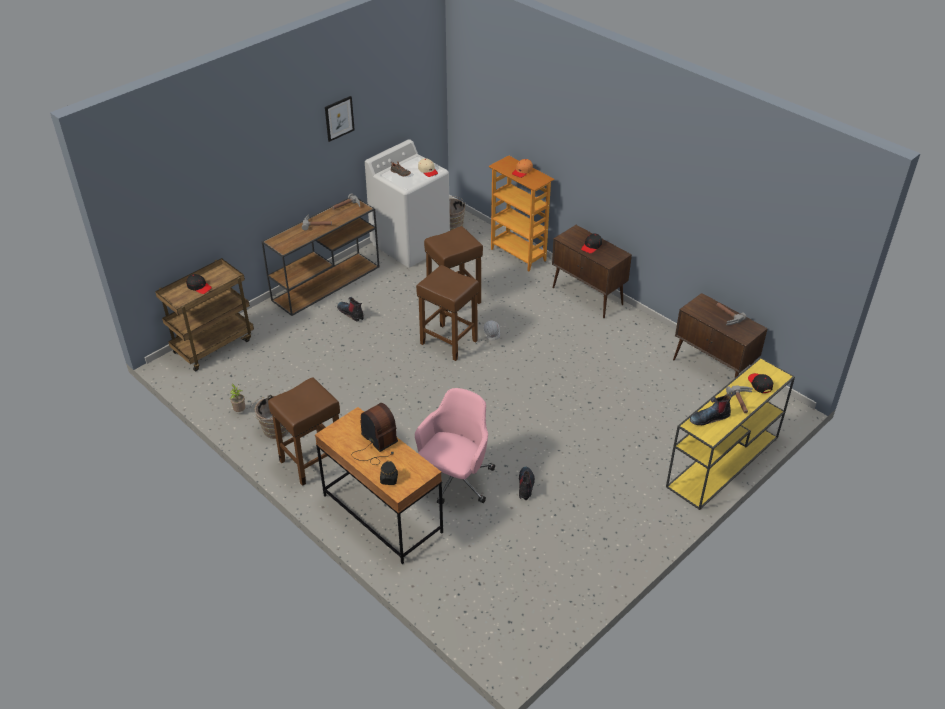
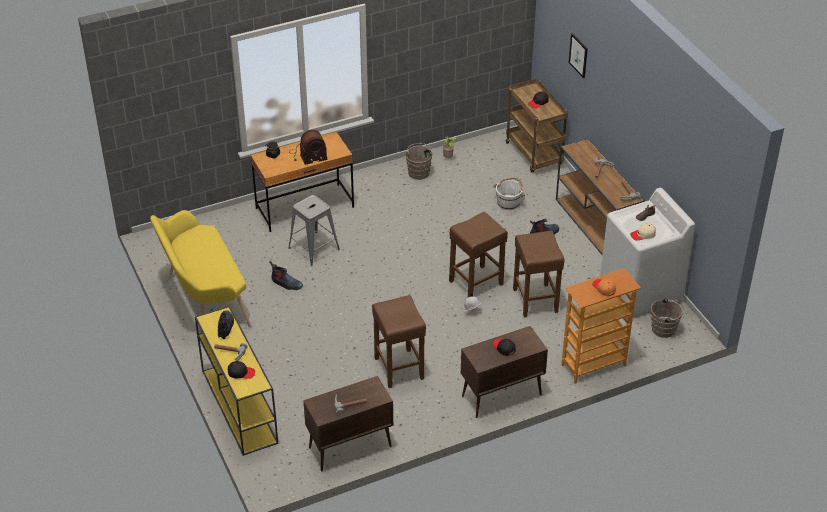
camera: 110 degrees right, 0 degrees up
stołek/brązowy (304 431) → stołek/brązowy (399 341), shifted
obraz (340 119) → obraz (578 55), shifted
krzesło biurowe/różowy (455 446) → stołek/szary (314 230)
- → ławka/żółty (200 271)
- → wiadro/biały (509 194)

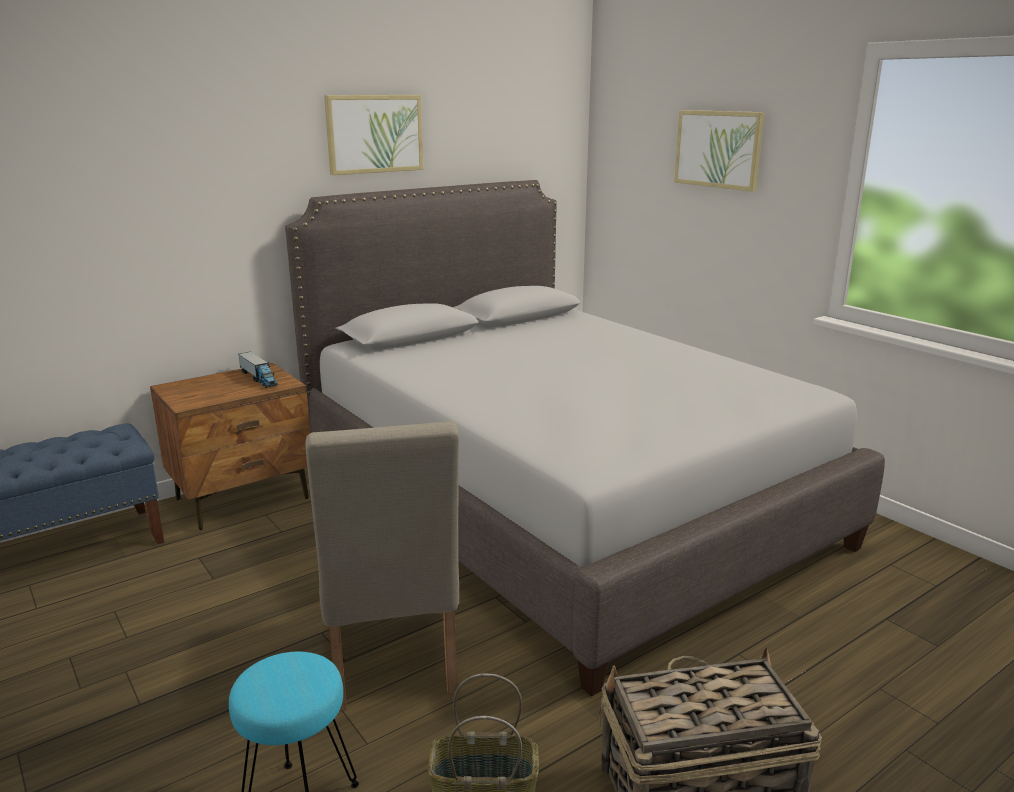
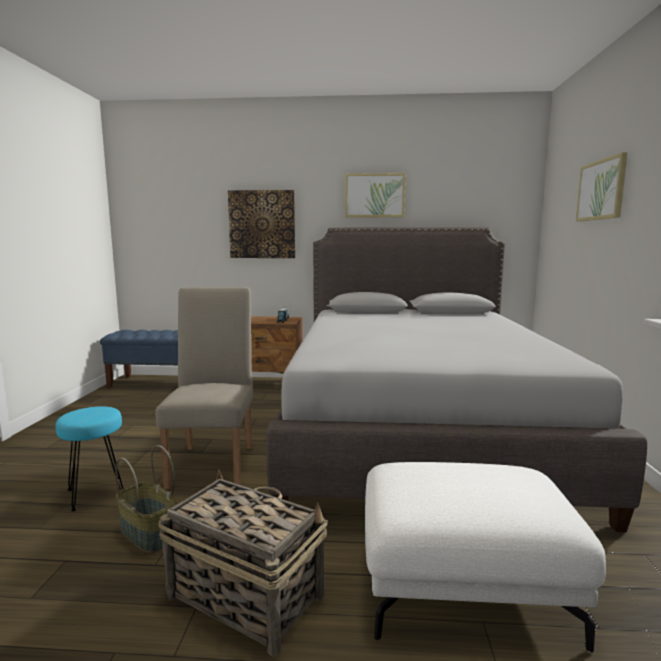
camera: 40 degrees right, 10 degrees down
krzesło/beżowy (382 566) → krzesło/beżowy (204 388), 150 degrees clockwise
- → obraz (261 224)
- → pufa/biały (485 557)

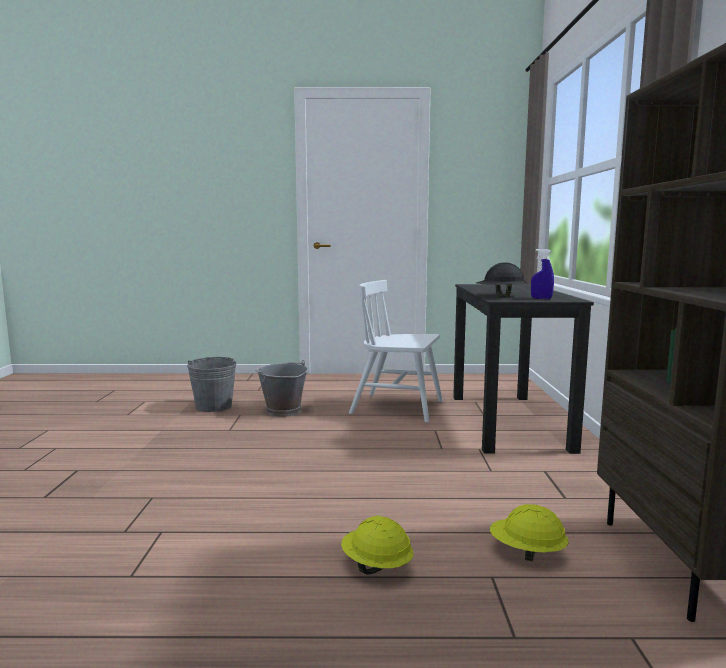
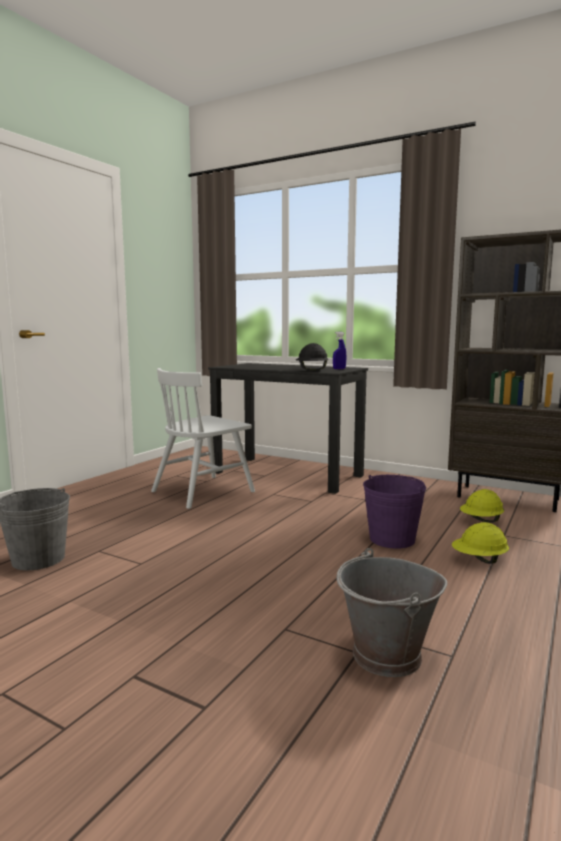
camera: 60 degrees left, 0 degrees up
wiadro/szary (281 388) → wiadro/szary (391 612), shifted
- → wiadro/fioletowy (394 512)

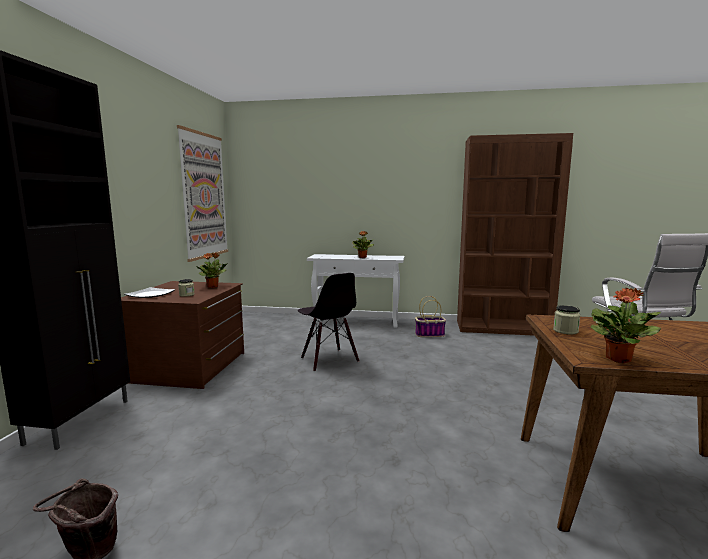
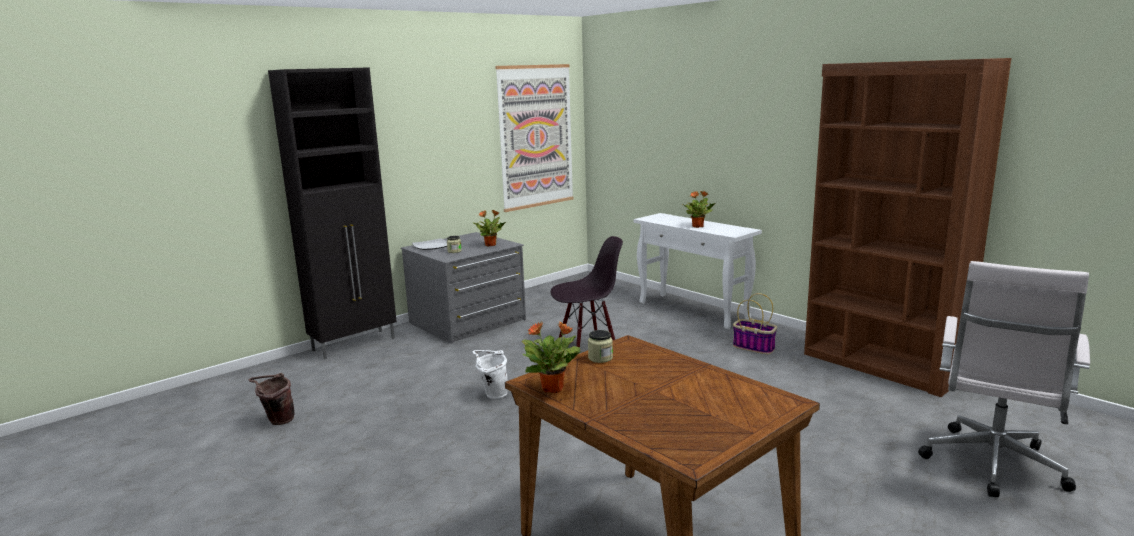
camera: 40 degrees right, 5 degrees up
komoda/brązowy (182 335) → komoda/szary (463 288)
krzesło/czarny (328 322) → krzesło/czarny (587 293), 120 degrees counterclockwise
- → wiadro/biały (490 374)

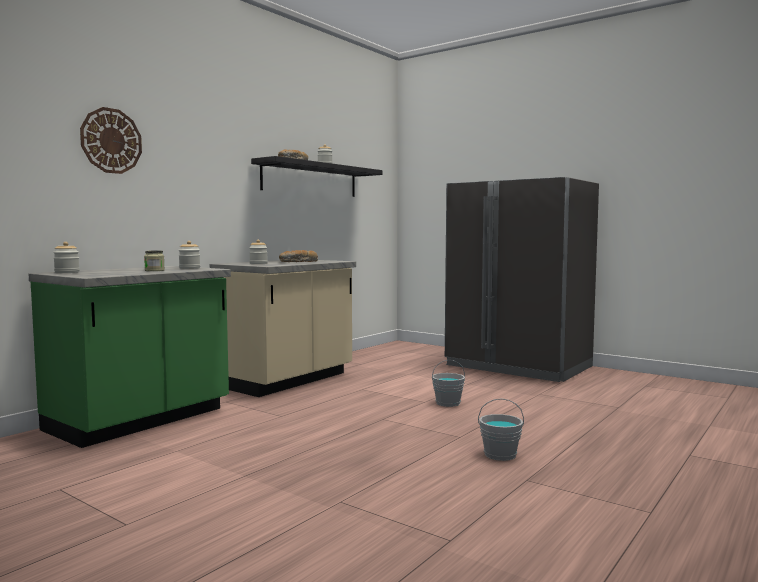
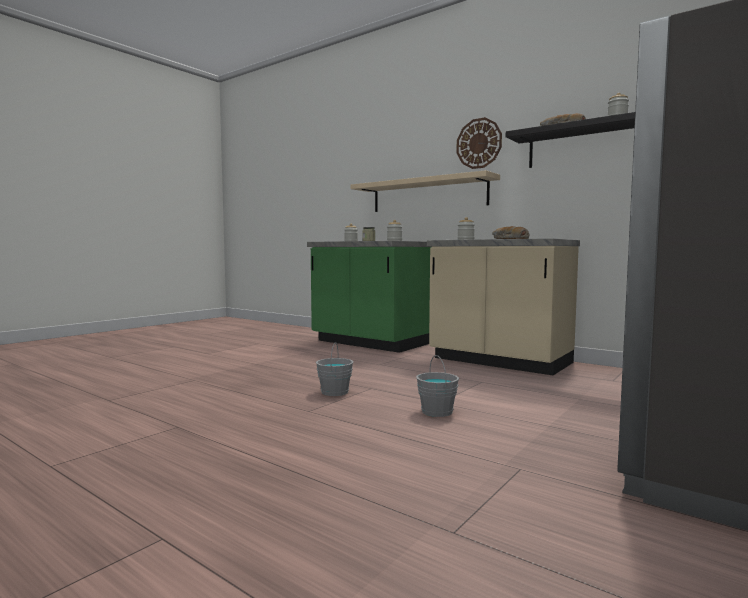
camera: 90 degrees right, 0 degrees up
zegar ścienny (111 140) → zegar ścienny (479 143), shifted
wiadro/szary (501 429) → wiadro/szary (334 369), shifted
- → półka/beżowy (425 191)

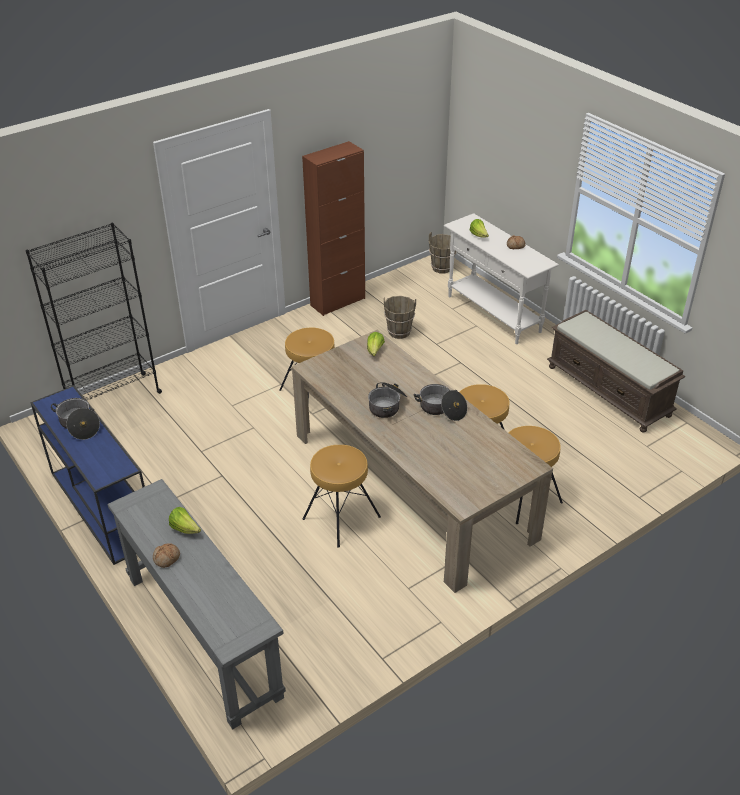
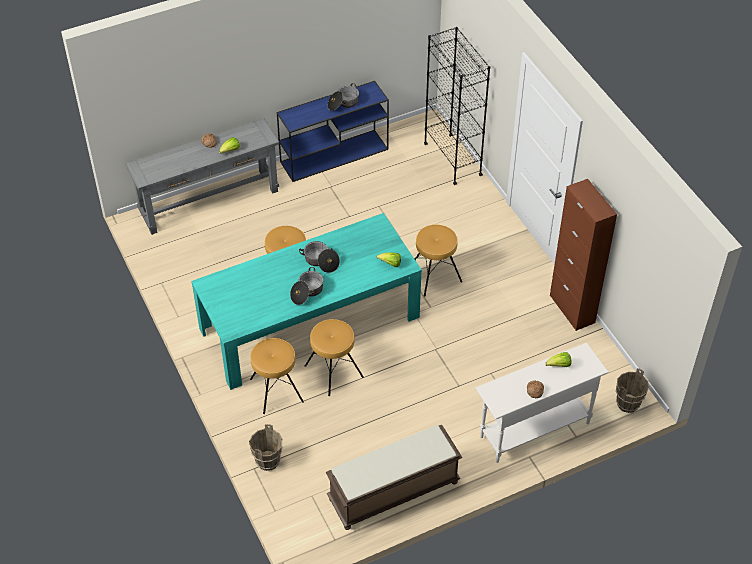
camera: 100 degrees right, 10 degrees up
stół jadalny/beżowy (422 461) → stół jadalny/turkusowy (306 301)
wiadro/brązowy (400 317) → wiadro/brązowy (266 447), shifted

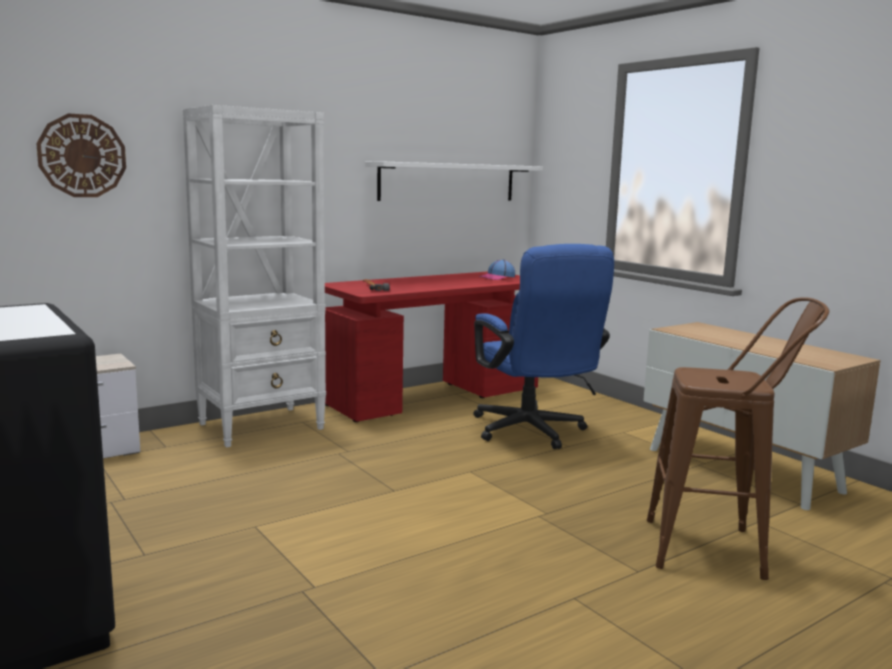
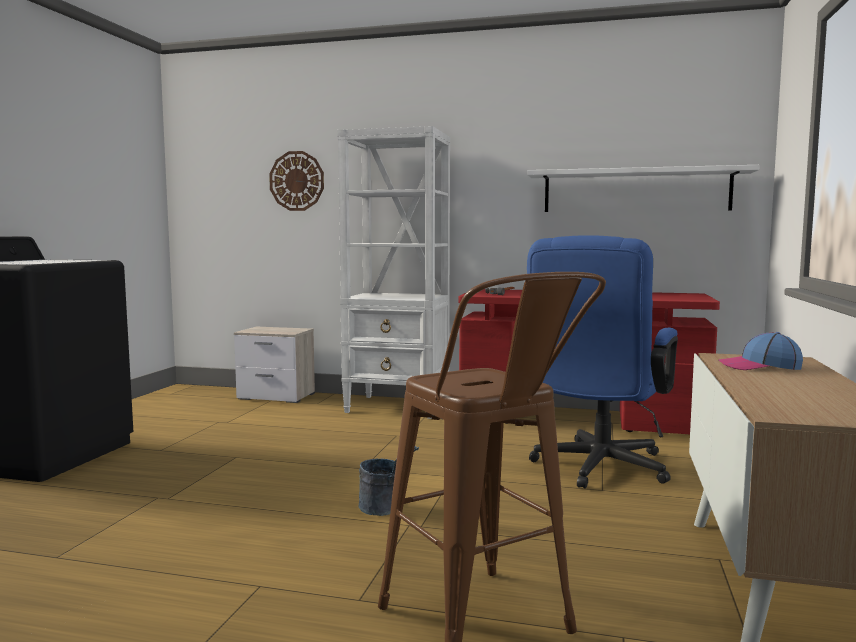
camera: 50 degrees right, 5 degrees down
czapka z daszkiem (497 269) → czapka z daszkiem (760 351), shifted
- → wiadro/szary (388 481)

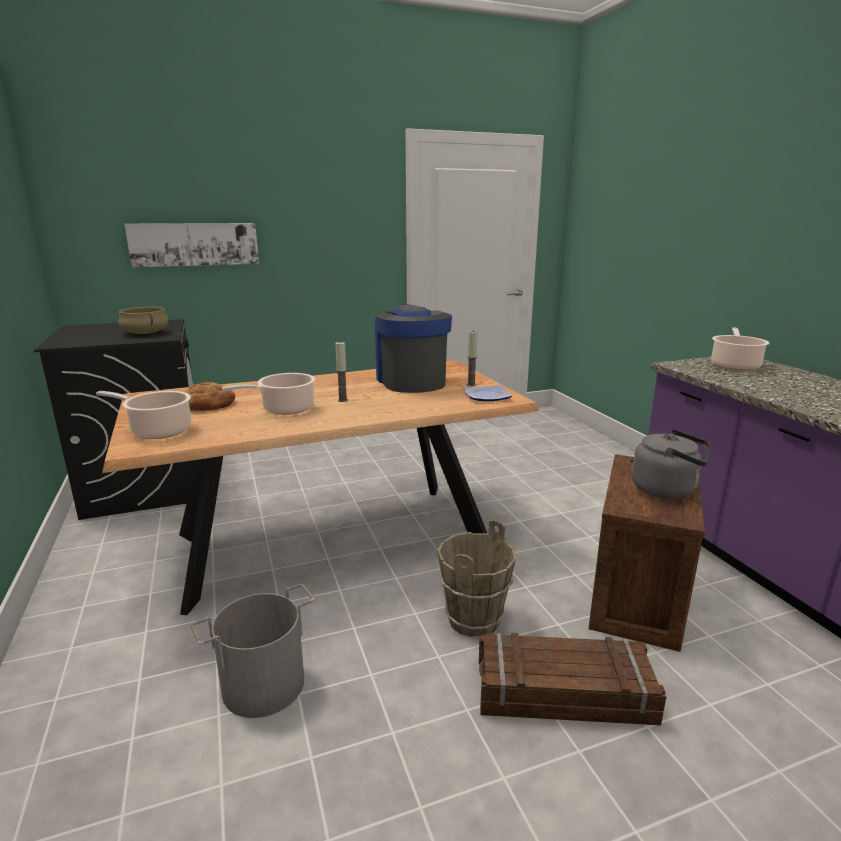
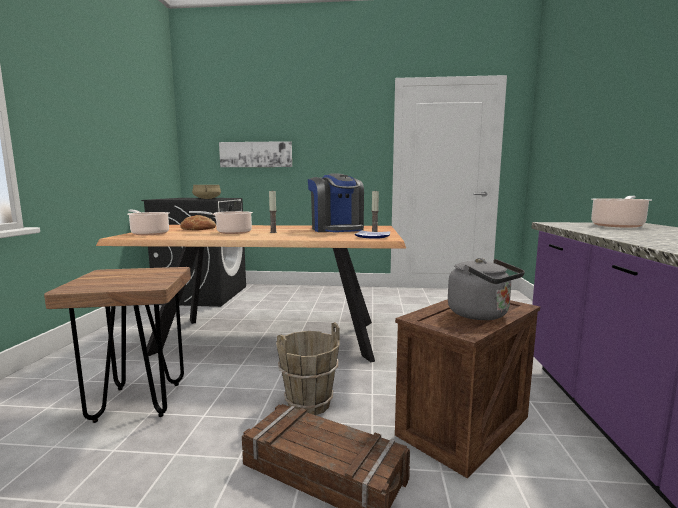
camera: 25 degrees right, 10 degrees down
wiadro/szary (253 651) → stołek/brązowy (117 345)
ekspres do kawy (413 348) → ekspres do kawy (336 202), 150 degrees clockwise

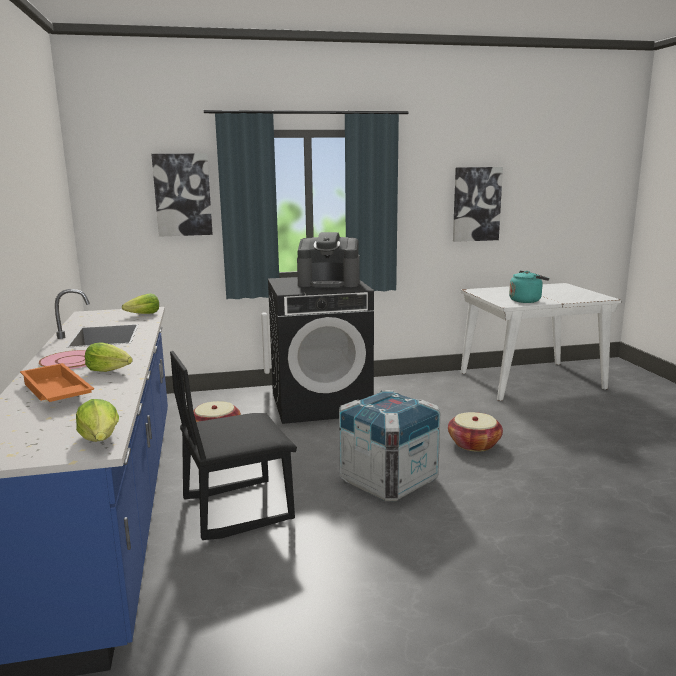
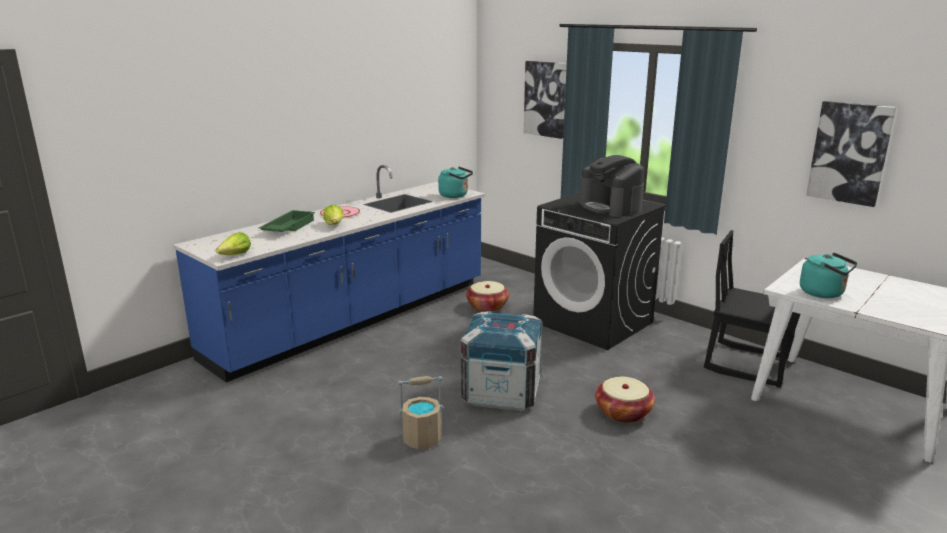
camera: 55 degrees right, 5 degrees up
taca/pomarańczowy (57 382) → taca/zielony (287 221)
sałata (140 303) → czajnik/turkusowy (455 182)
krzesło/czarny (233 445) → krzesło/czarny (752 309), shifted
- → wiadro/beżowy (421 413)

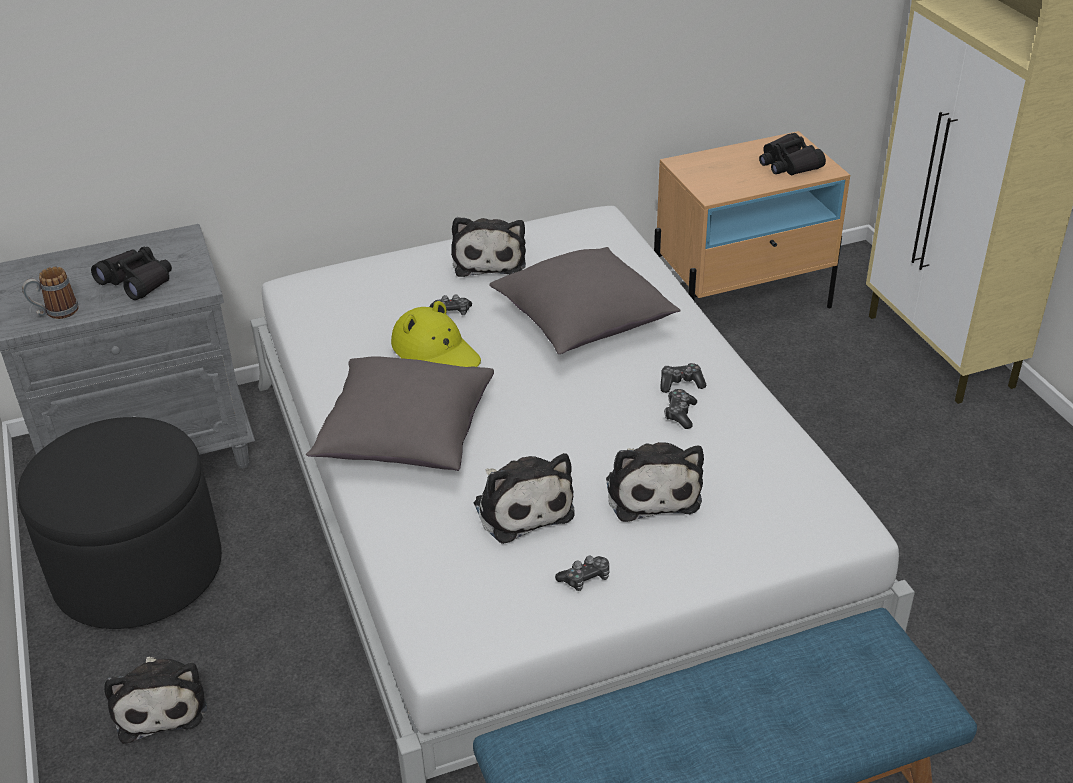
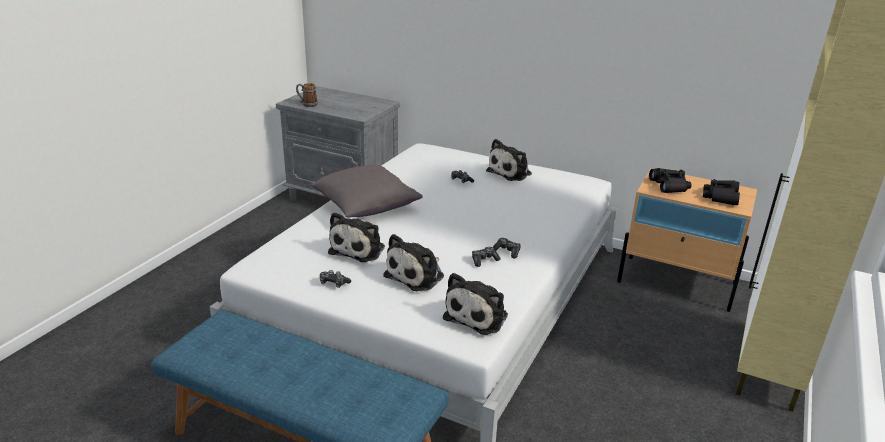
camera: 45 degrees right, 10 degrees down
pufa/czarny (120 523) → -
lornetka/czarny (131 273) → lornetka/czarny (670 180), shifted
pluszak (155 700) → pluszak (475 304), shifted
kapelusz/żółty (436 334) → -
poduszka/szary (584 300) → -

